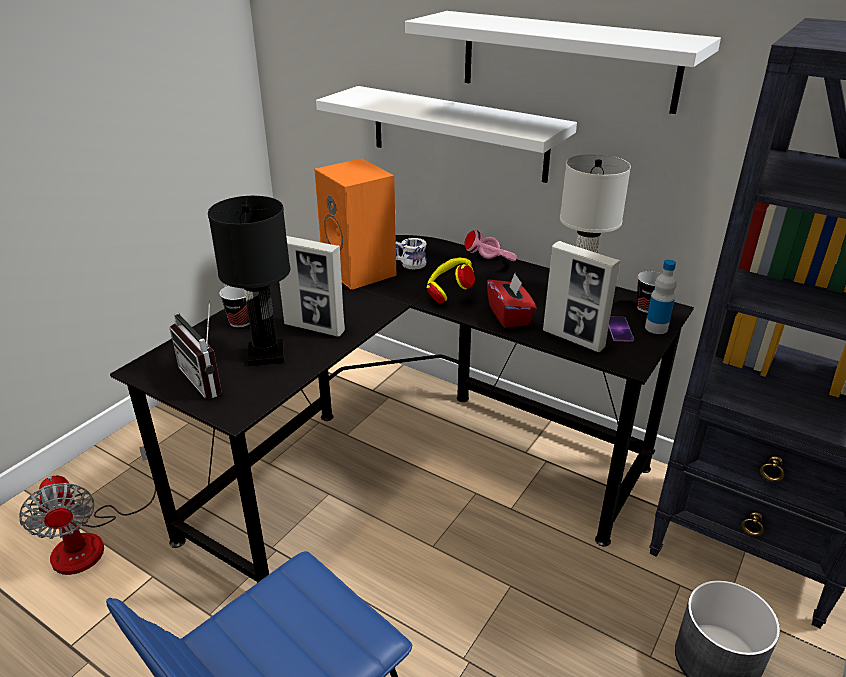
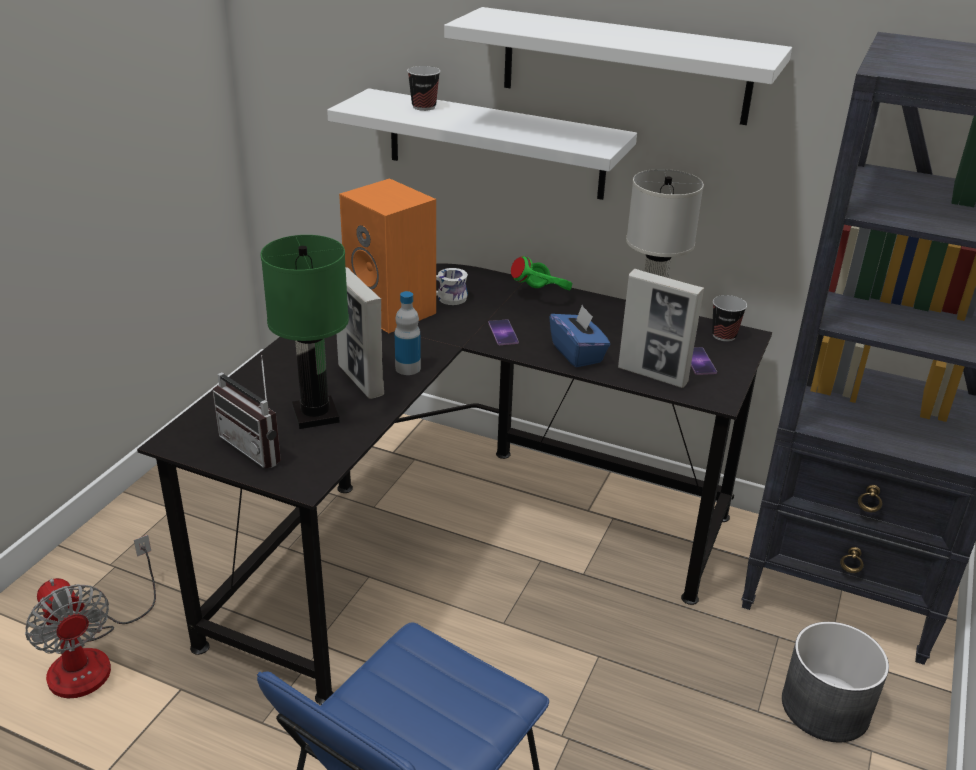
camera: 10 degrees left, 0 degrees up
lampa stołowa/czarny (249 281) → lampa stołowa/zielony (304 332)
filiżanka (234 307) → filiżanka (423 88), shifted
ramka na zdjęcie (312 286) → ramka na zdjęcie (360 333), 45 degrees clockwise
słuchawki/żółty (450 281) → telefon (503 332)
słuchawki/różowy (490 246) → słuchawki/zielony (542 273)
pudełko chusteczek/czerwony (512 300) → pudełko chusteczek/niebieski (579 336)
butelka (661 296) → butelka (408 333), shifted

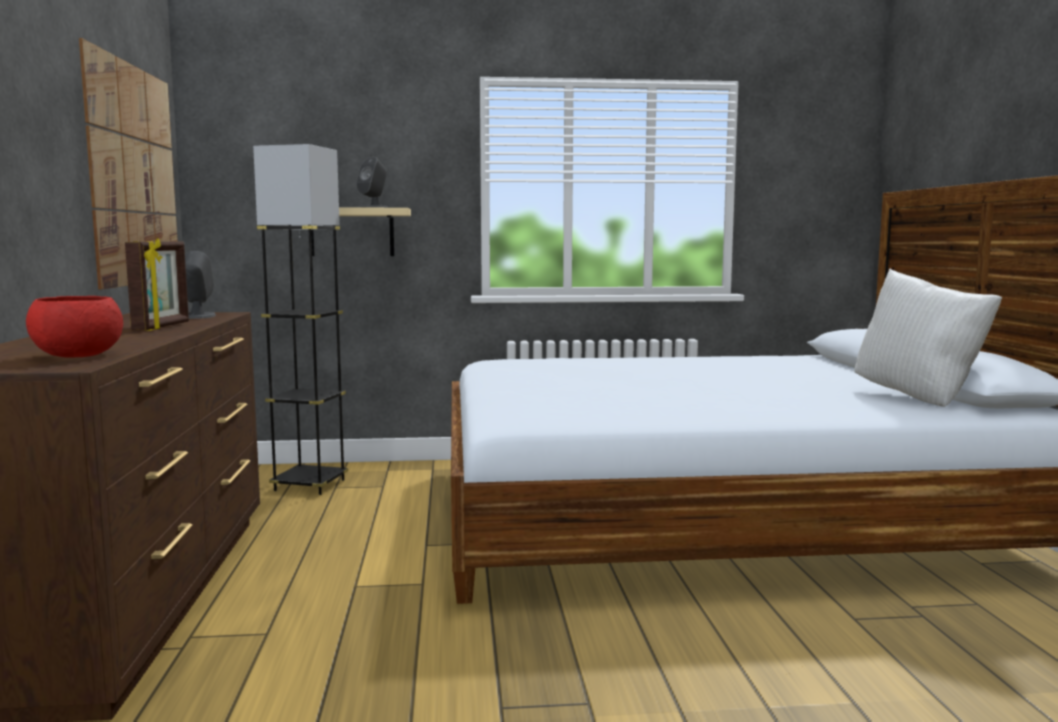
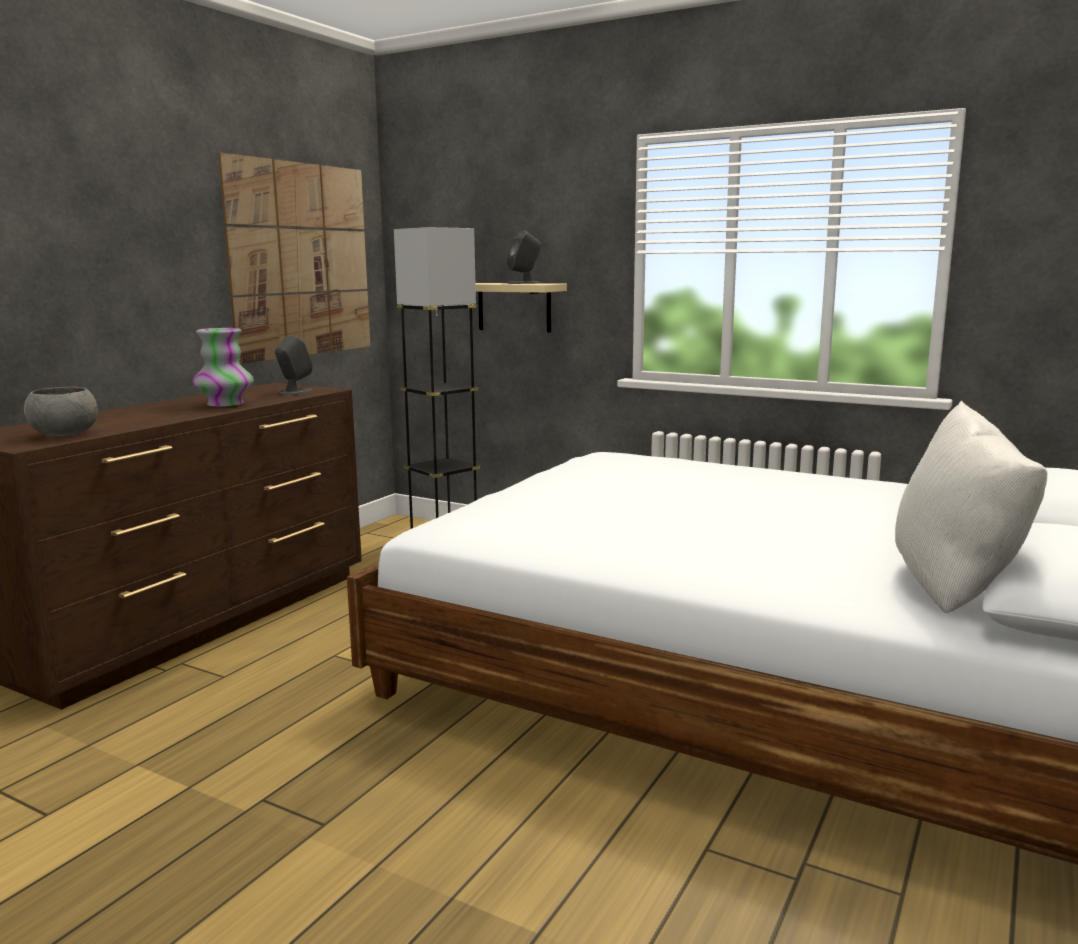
camera: 35 degrees right, 5 degrees up
miska/czerwony (74 327) → miska/szary (61 411)
ramka na zdjęcie (157 284) → wazon (223 367)

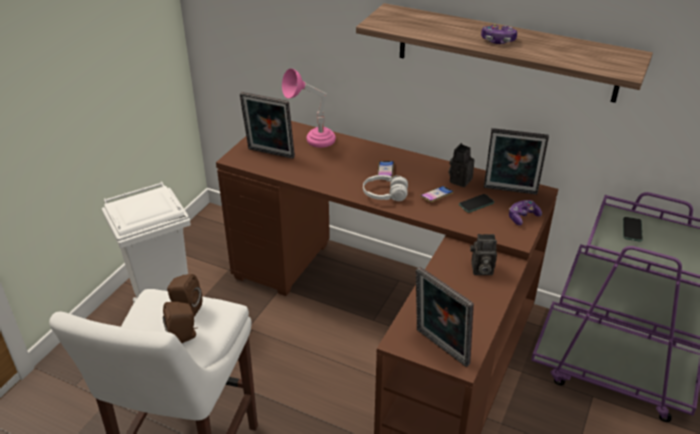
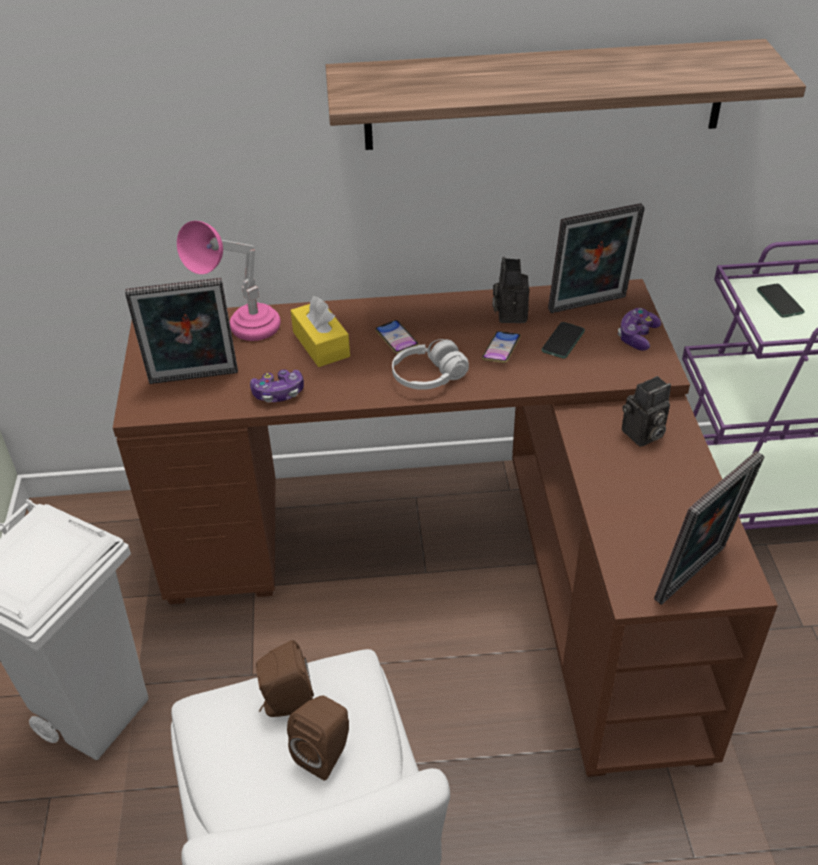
camera: 30 degrees left, 5 degrees up
ramka na zdjęcie (445 317) → ramka na zdjęcie (709 528), 60 degrees counterclockwise
pad do gier (499 34) → pad do gier (277 385), shifted
- → pudełko chusteczek/żółty (320 331)

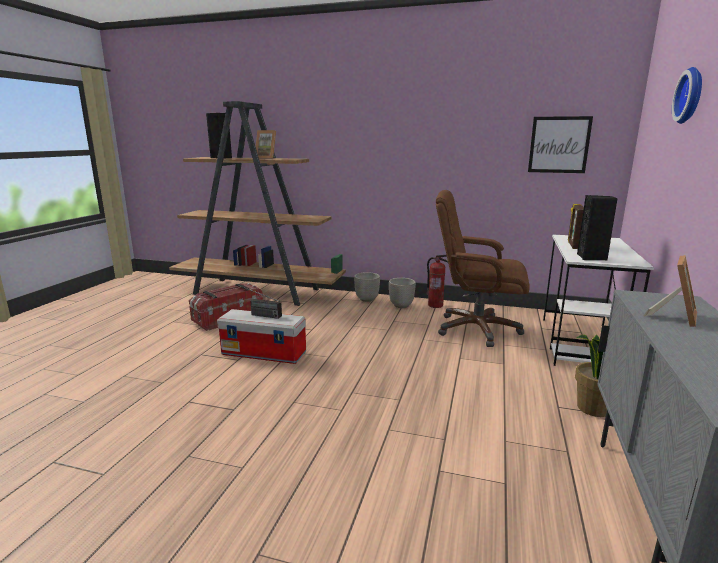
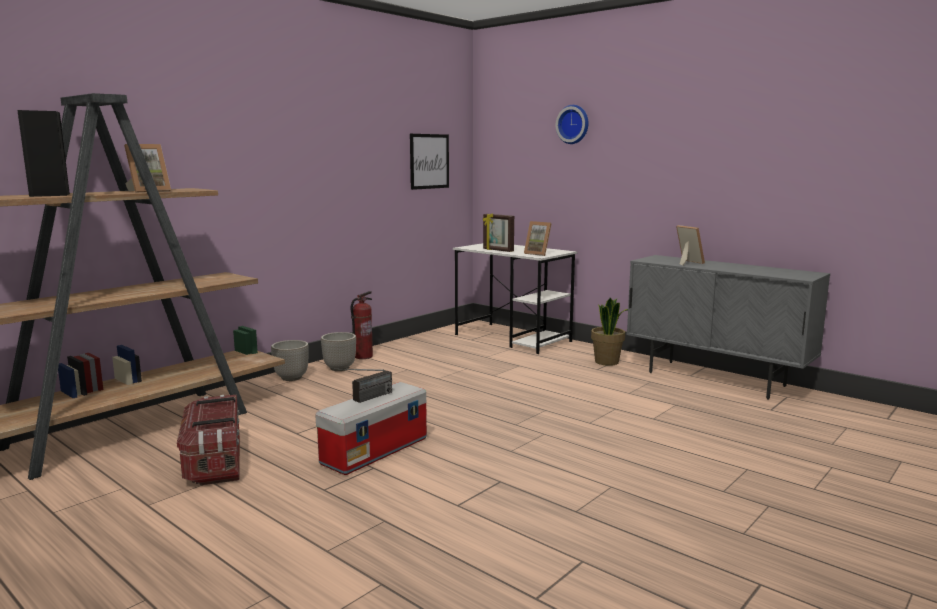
camera: 65 degrees left, 5 degrees down
krzesło biurowe/brązowy (483 268) → -
głośnik/czarny (597 227) → ramka na zdjęcie (538 238)

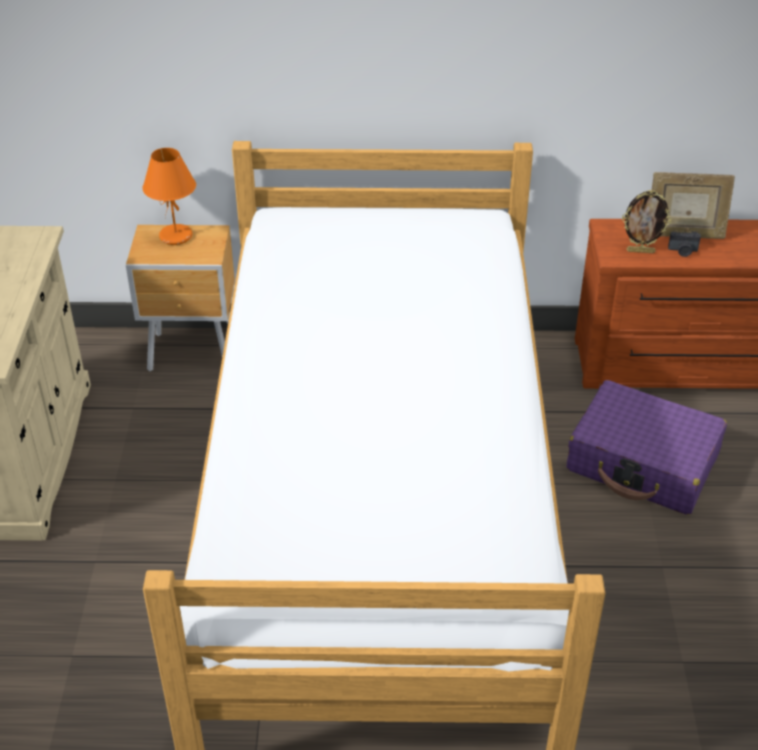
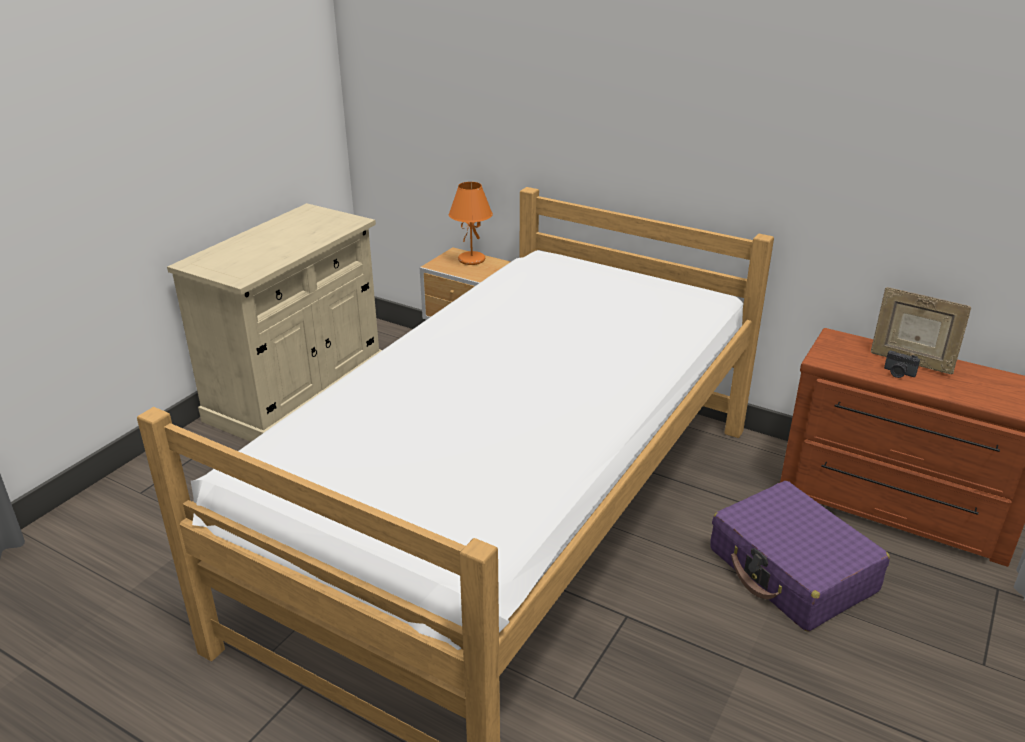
camera: 30 degrees right, 10 degrees down
ramka na zdjęcie (647 221) → -

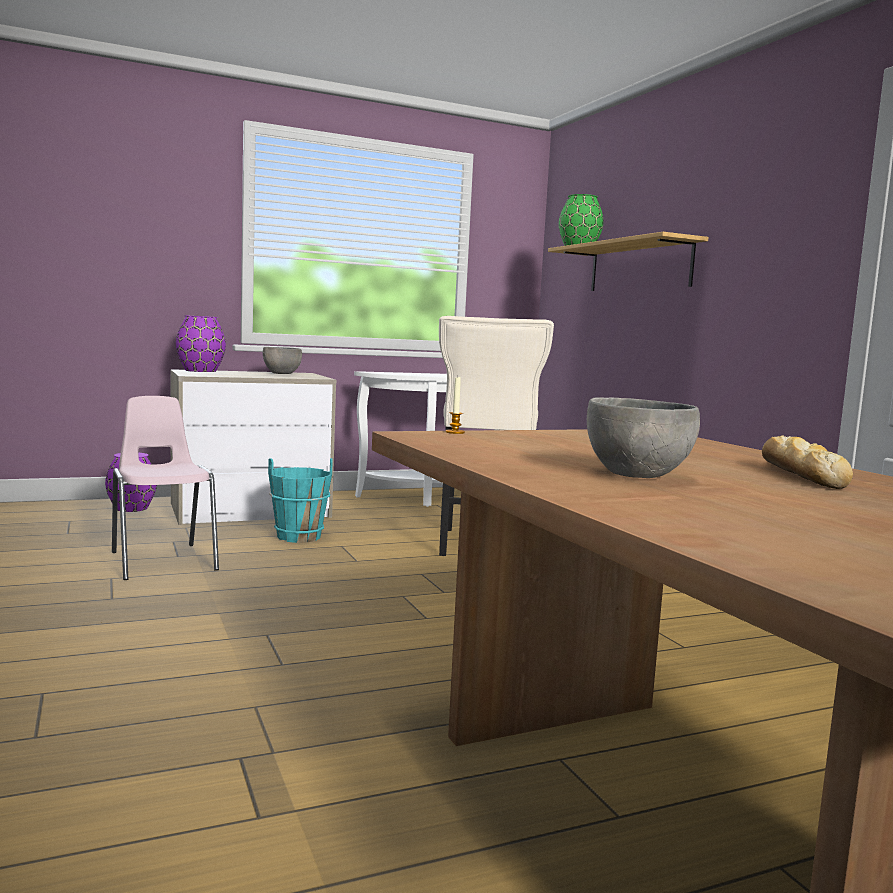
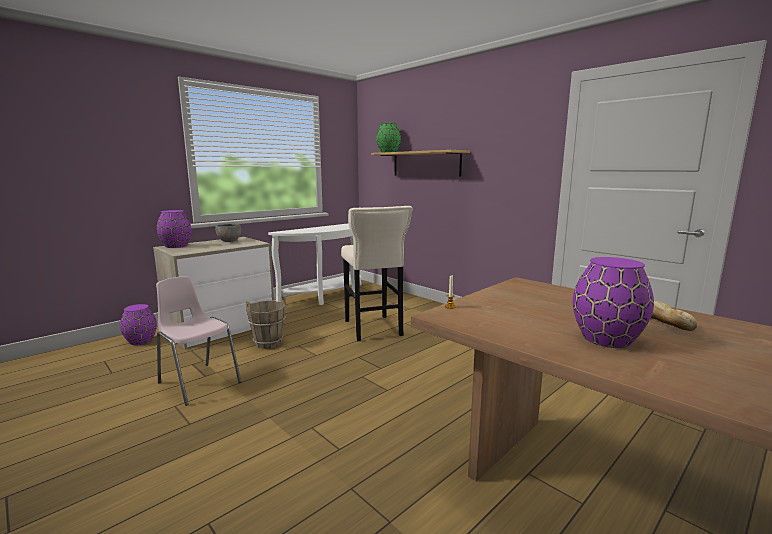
camera: 20 degrees left, 5 degrees up
wiadro/turkusowy (300 500) → wiadro/brązowy (266 321)
miska/szary (643 437) → wazon/fioletowy (613 302)

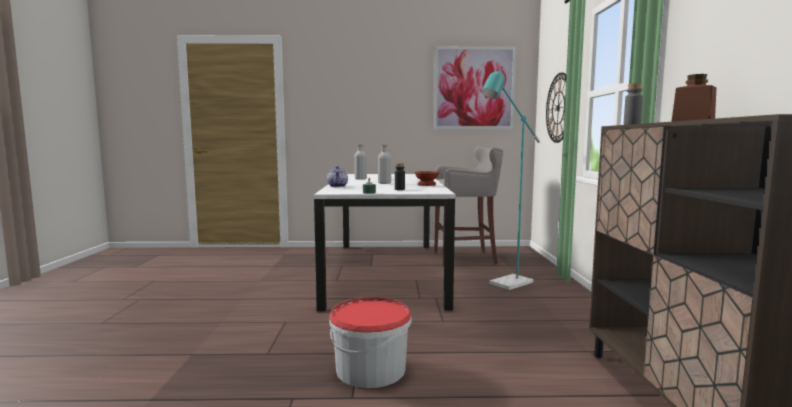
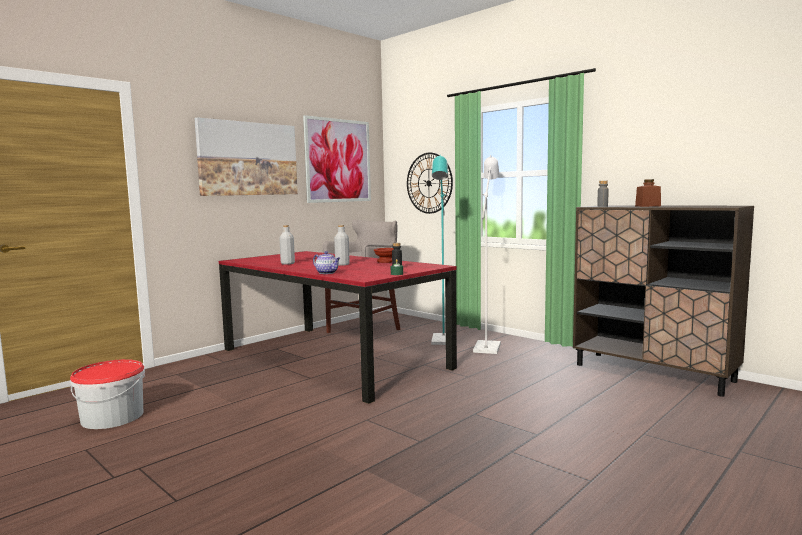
camera: 45 degrees left, 0 degrees up
stół jadalny/biały (385 243) → stół jadalny/czerwony (338 327)
wiadro (370 342) → wiadro (107 394), shifted
- → obraz (246 156)
- → lampa stojąca/biały (487 254)

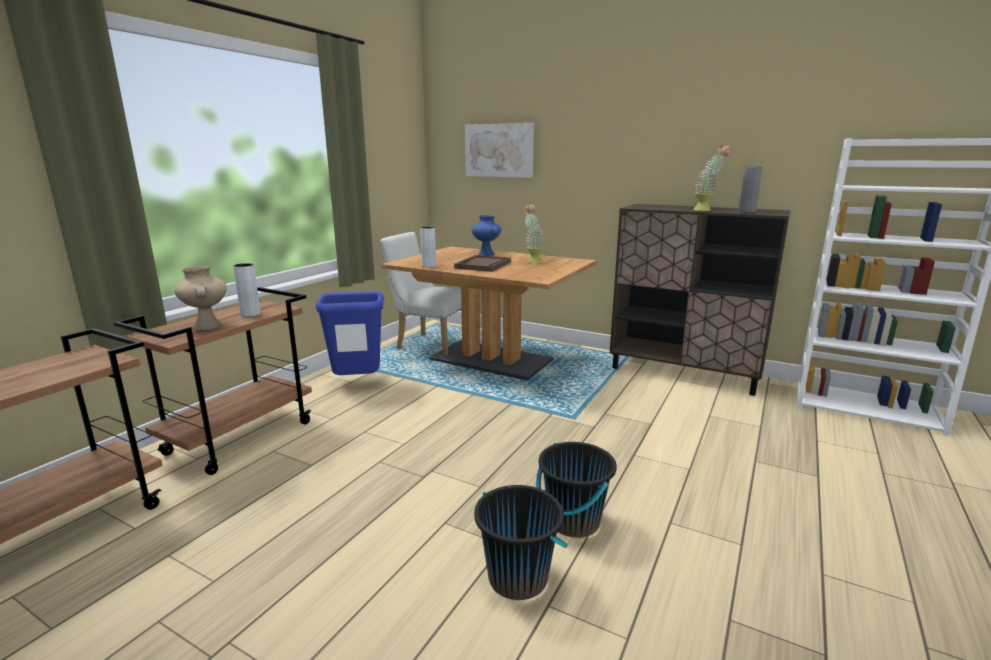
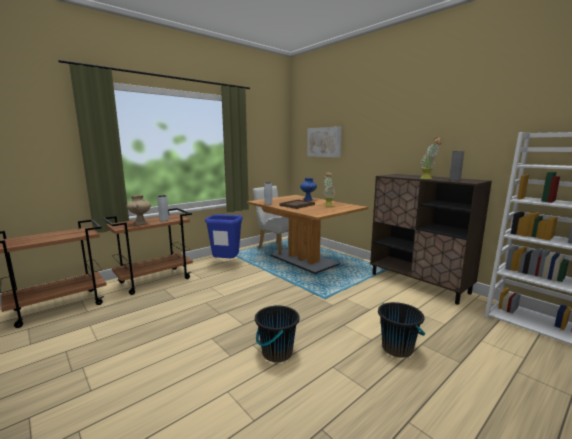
camera: 20 degrees right, 5 degrees down
wiadro/czarny (521 542) → wiadro/czarny (401 330), shifted

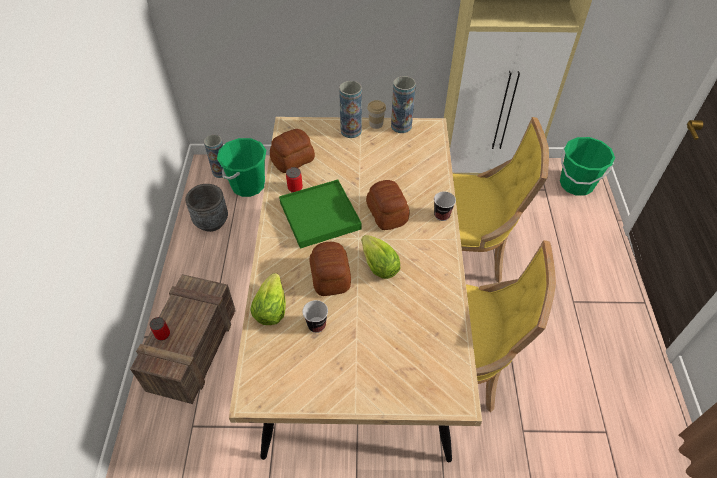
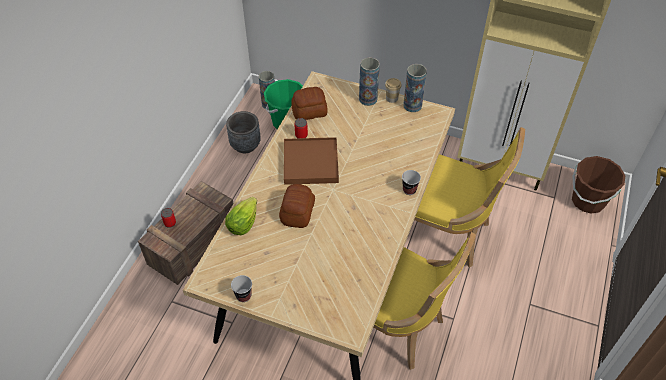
camera: 20 degrees right, 0 degrees up
taca/zielony (320 214) → taca/brązowy (311 161)
filiżanka (315 316) → filiżanka (241 288), shifted
sałata (381 257) → -
chleb (388 205) → -
wiadro/zielony (587 166) → wiadro/brązowy (598 185)

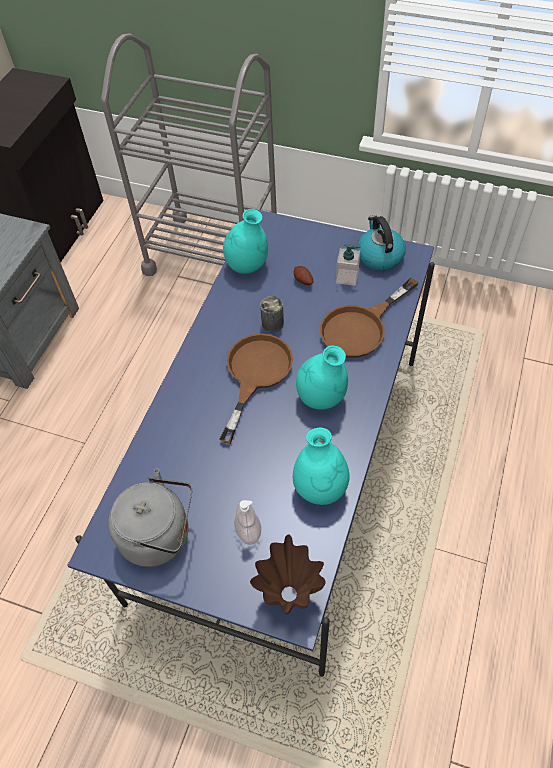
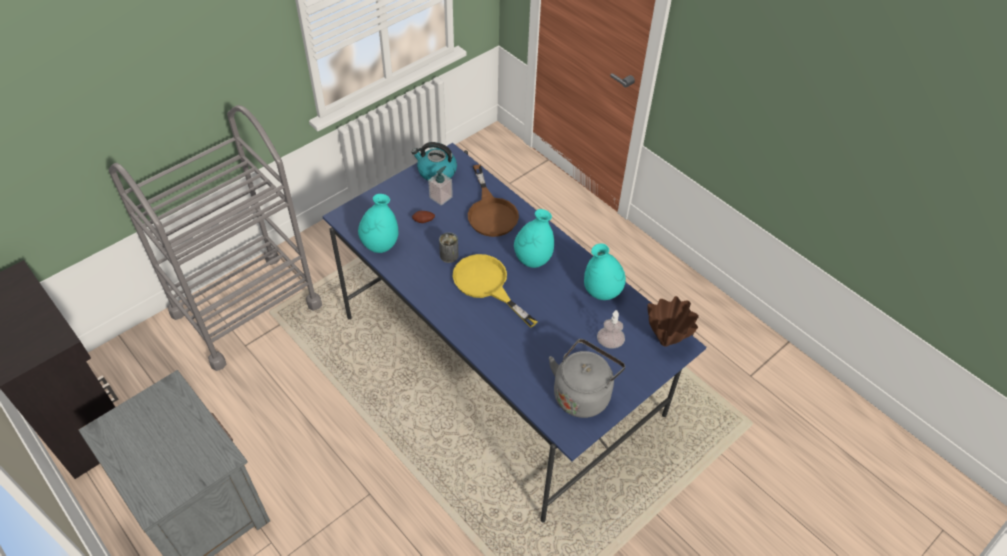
camera: 65 degrees left, 5 degrees down
patelnia/brązowy (256 388) → patelnia/żółty (495 291)

